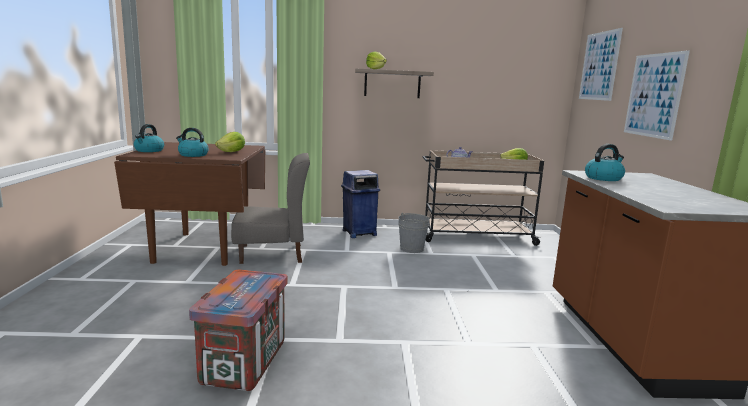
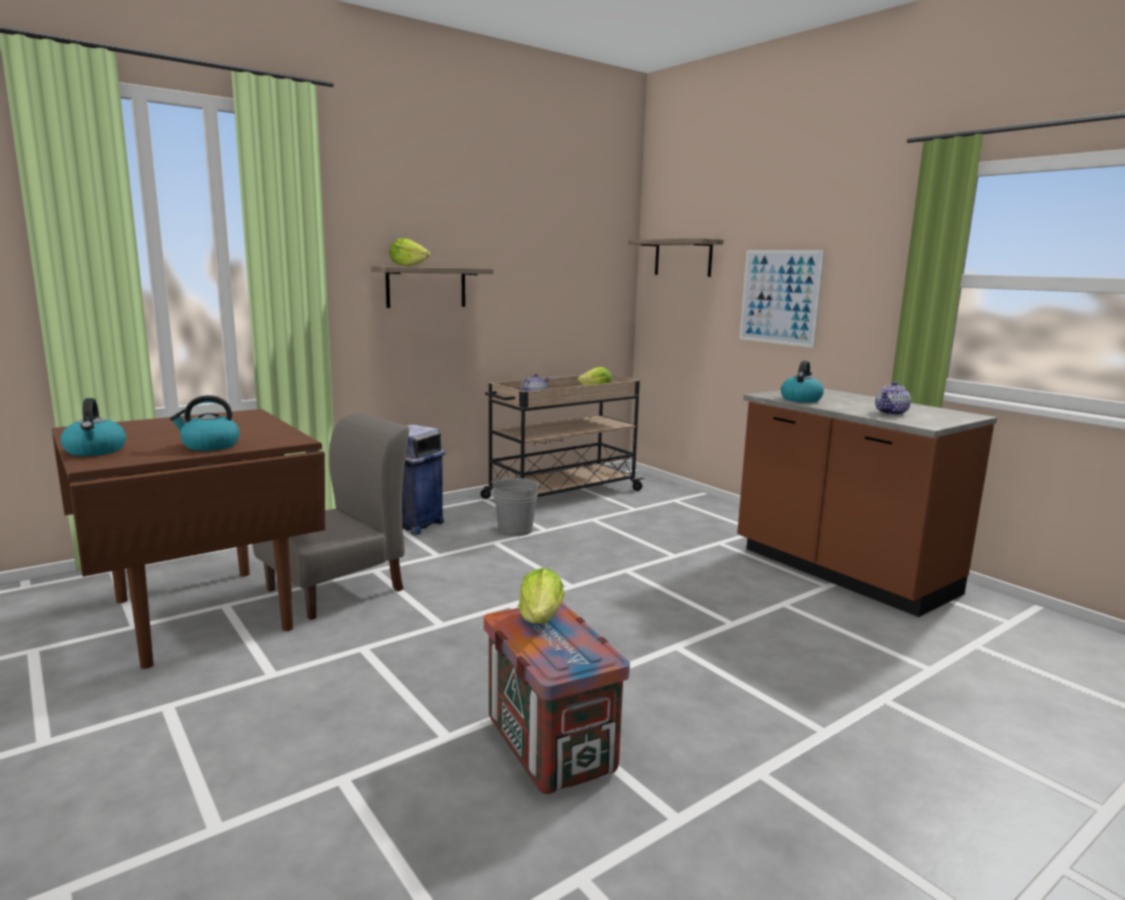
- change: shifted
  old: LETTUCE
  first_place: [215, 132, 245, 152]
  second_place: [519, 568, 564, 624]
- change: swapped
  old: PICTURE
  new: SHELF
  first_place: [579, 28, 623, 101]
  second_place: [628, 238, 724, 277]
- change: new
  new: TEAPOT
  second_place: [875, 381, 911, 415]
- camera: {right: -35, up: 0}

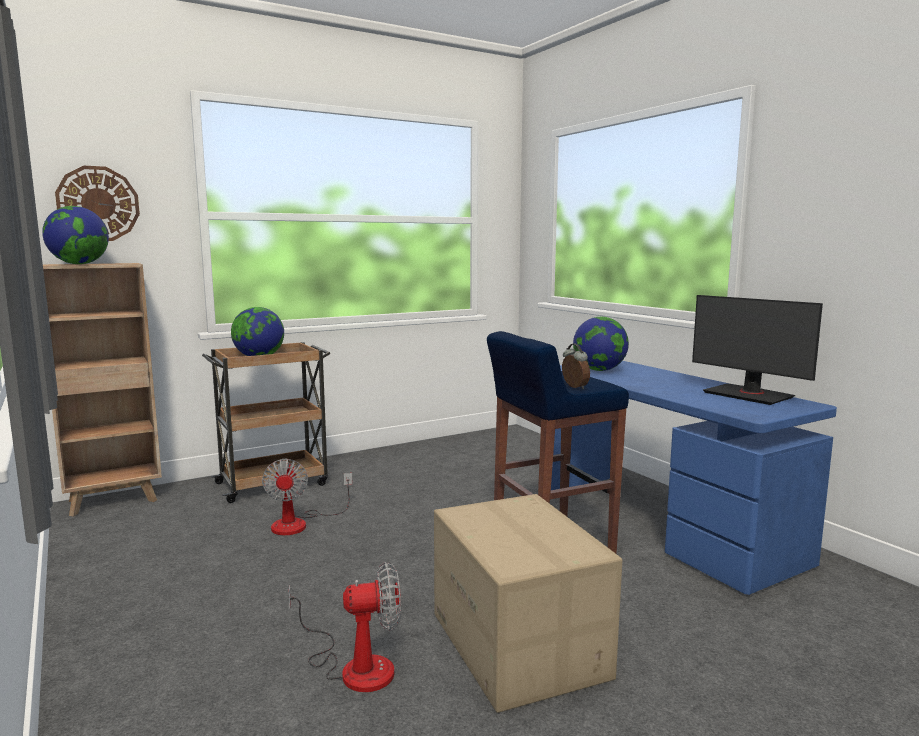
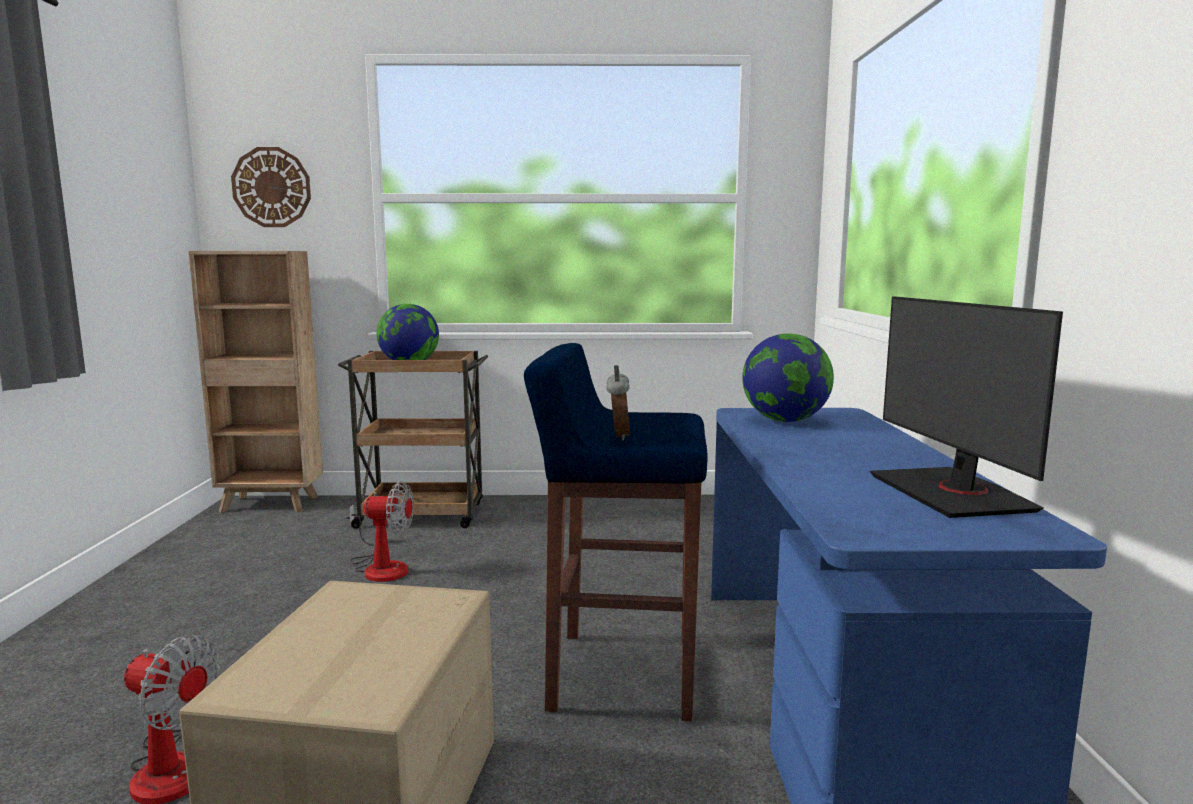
- change: gone
  old: GLOBE
  first_place: [42, 206, 109, 264]
- change: rotated
  old: FAN
  first_place: [262, 459, 352, 535]
  second_place: [349, 481, 414, 582]
  degrees: -105
- camera: {right: 30, up: 0}

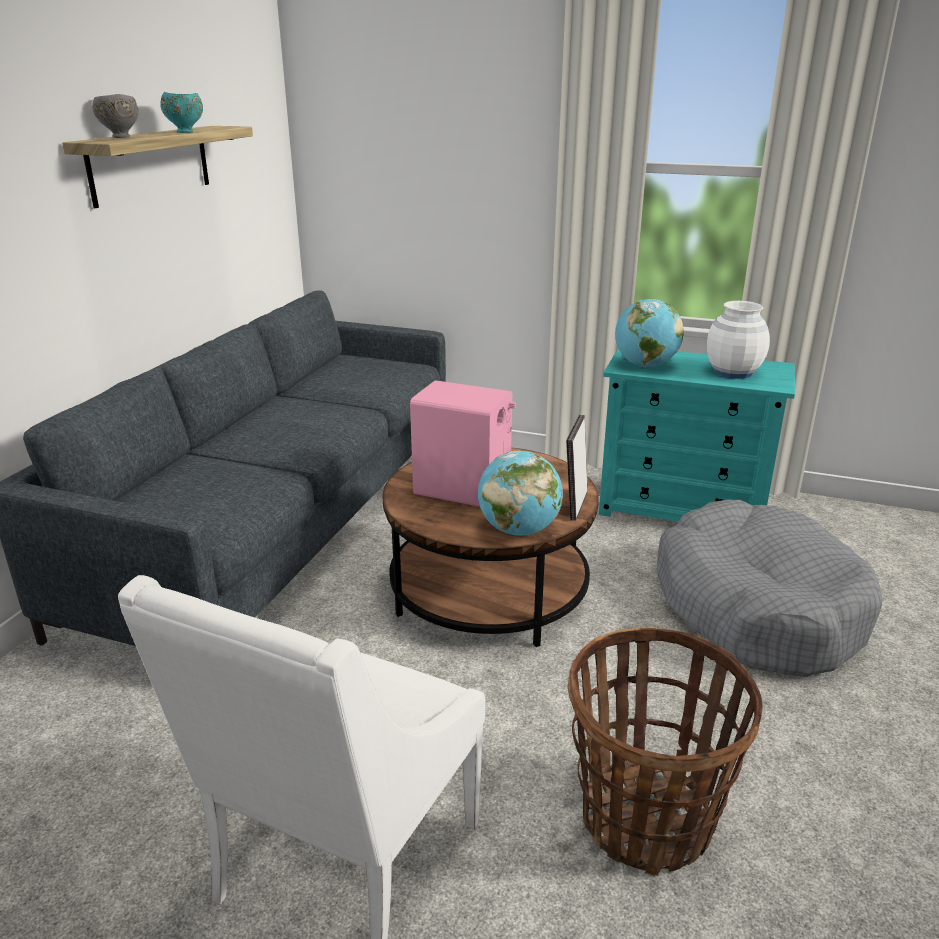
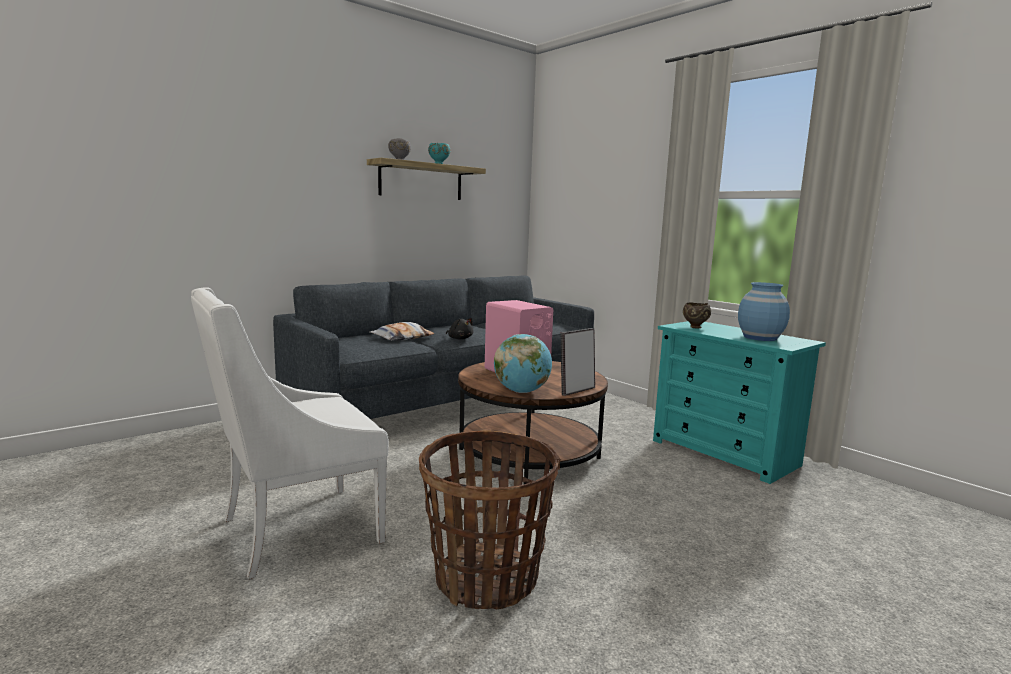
- change: swapped
  old: GLOBE
  new: BROWN BOWL
  first_place: [615, 299, 684, 367]
  second_place: [683, 302, 711, 329]
- change: gone
  old: GREY DOG BED
  first_place: [657, 500, 882, 677]
- change: repainted
  old: WHITE VASE
  new: BLUE VASE
  first_place: [707, 301, 770, 379]
  second_place: [738, 282, 790, 341]
- change: new
  new: PILLOW
  second_place: [369, 322, 435, 341]
- change: new
  new: BLACK PLUSH TOY
  second_place: [446, 318, 473, 340]
- camera: {right: 30, up: -15}

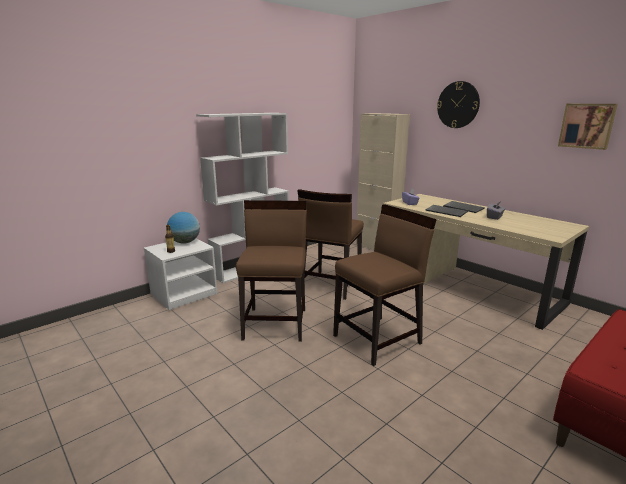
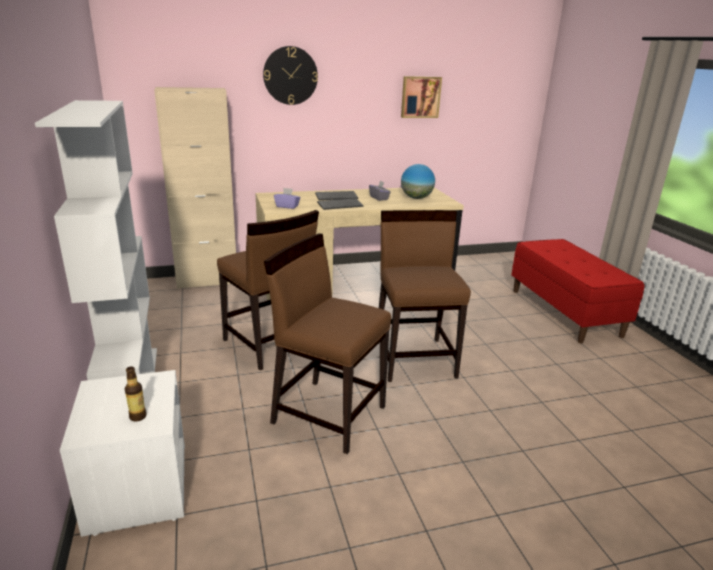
- change: shifted
  old: GLOBE
  first_place: [167, 212, 200, 243]
  second_place: [401, 164, 435, 199]
- camera: {right: -65, up: 5}

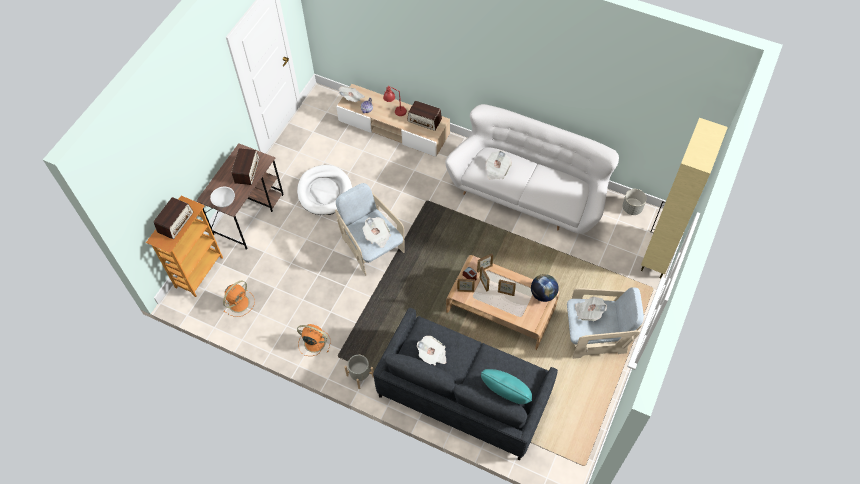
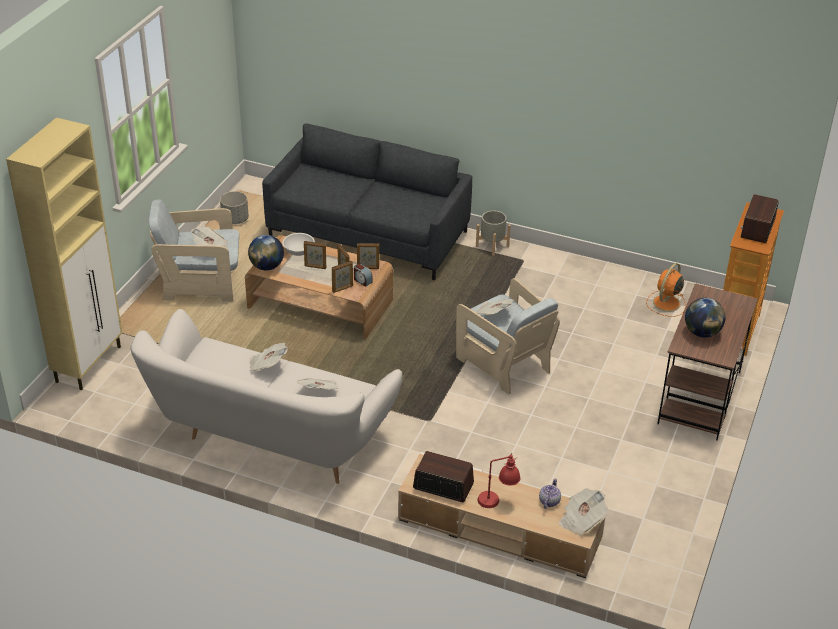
- change: shifted
  old: WHITE BOWL
  first_place: [210, 187, 235, 208]
  second_place: [282, 233, 315, 256]
- change: swapped
  old: RADIO
  new: GLOBE
  first_place: [232, 148, 259, 185]
  second_place: [685, 298, 725, 338]
- change: gone
  old: WHITE DOG BED
  first_place: [297, 165, 352, 215]
- change: gone
  old: ORANGE FAN
  first_place: [297, 324, 330, 356]
- change: shifted
  old: NEWSPAPER
  first_place: [417, 336, 446, 365]
  second_place: [249, 343, 288, 372]
- change: gone
  old: TURQUOISE PILLOW
  first_place: [481, 369, 532, 404]
- change: shifted
  old: GREY PLANTER
  first_place: [622, 189, 647, 215]
  second_place: [220, 191, 249, 224]
- camera: {right: 175, up: -20}

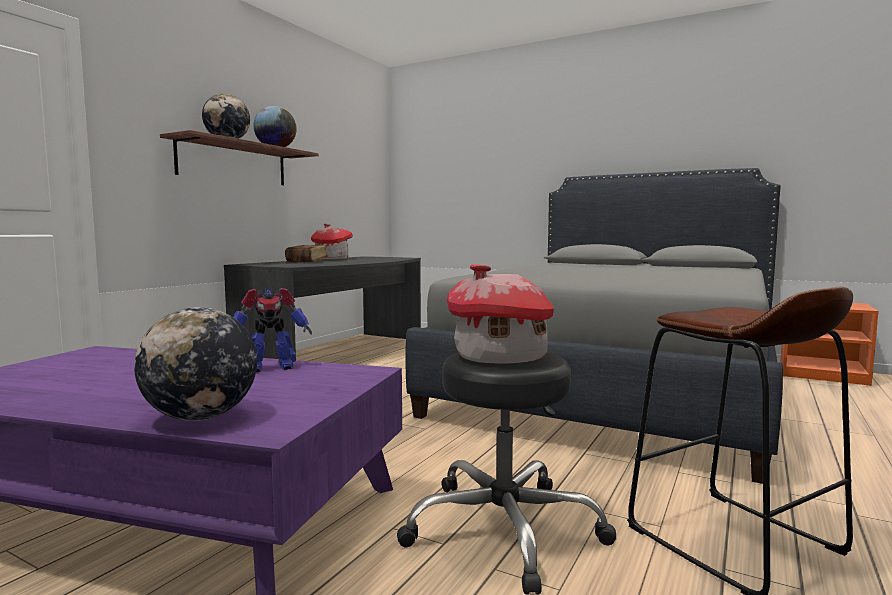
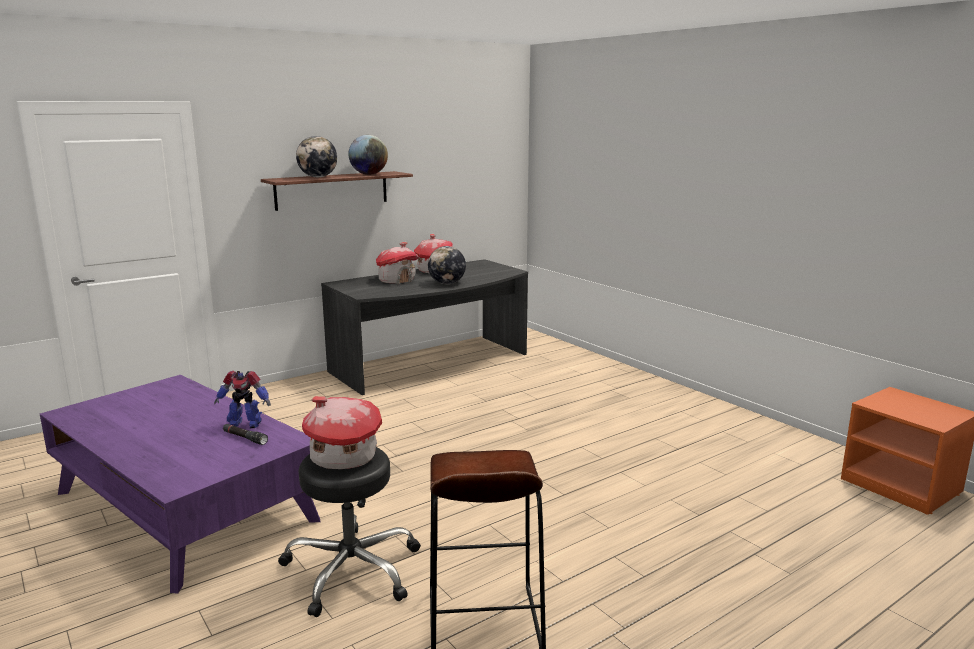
- change: shifted
  old: GLOBE
  first_place: [134, 307, 257, 421]
  second_place: [428, 246, 466, 284]
- change: swapped
  old: BOOK
  new: TOY HOUSE
  first_place: [285, 245, 328, 262]
  second_place: [376, 242, 419, 284]
- change: gone
  old: GREY BED
  first_place: [405, 168, 783, 484]
- change: new
  new: BLACK FLASHLIGHT
  second_place: [223, 424, 268, 445]
- camera: {right: 25, up: 10}

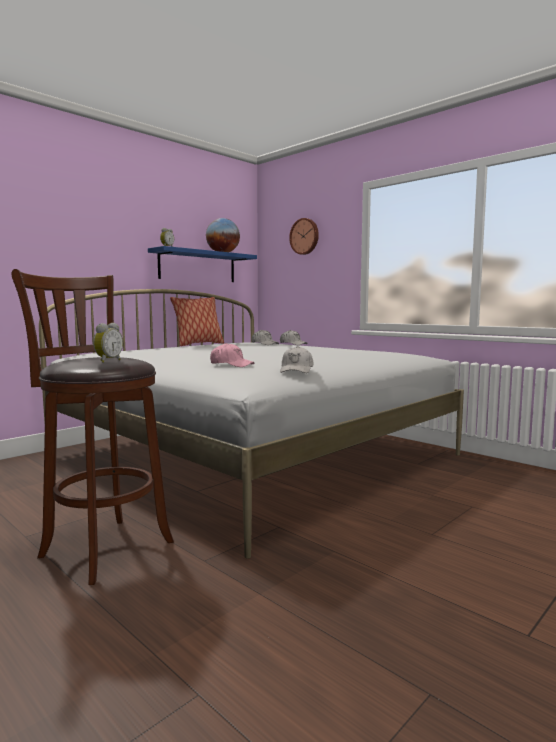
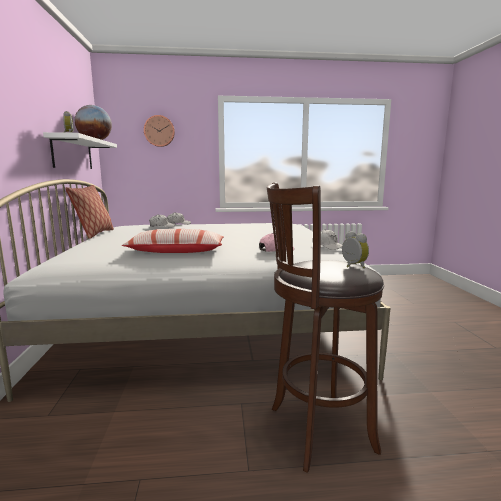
- change: repainted
  old: BLUE SHELF
  new: WHITE SHELF
  first_place: [148, 246, 257, 282]
  second_place: [43, 132, 117, 169]
- change: new
  new: PILLOW
  second_place: [122, 229, 224, 253]
- camera: {right: -50, up: 5}

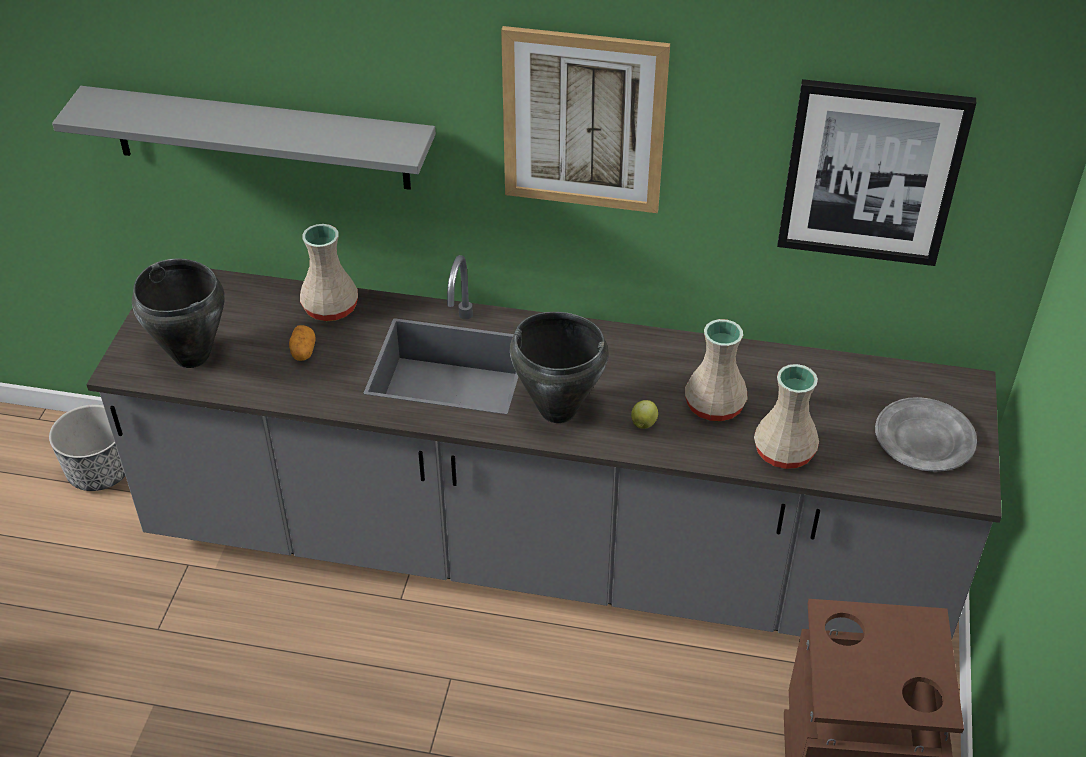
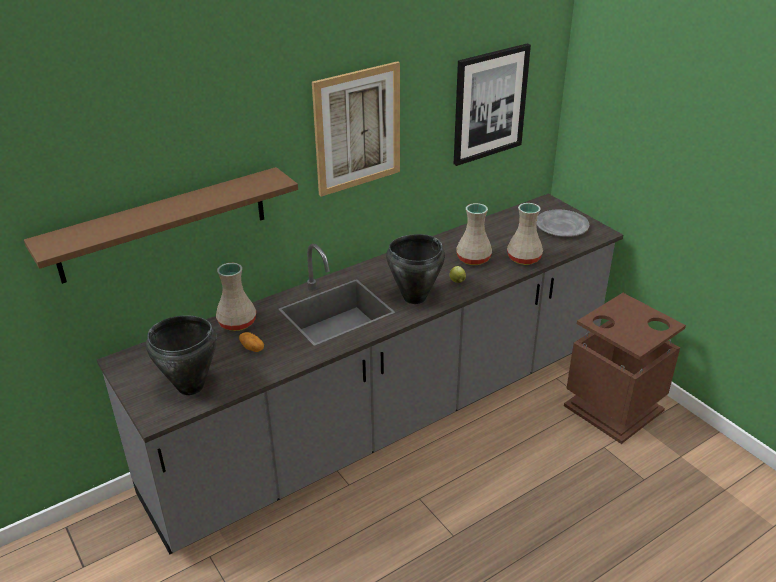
- change: gone
  old: PLANTER
  first_place: [49, 404, 125, 491]
- change: repainted
  old: GREY SHELF
  new: BROWN SHELF
  first_place: [52, 86, 436, 190]
  second_place: [24, 167, 298, 284]
- camera: {right: -45, up: -10}

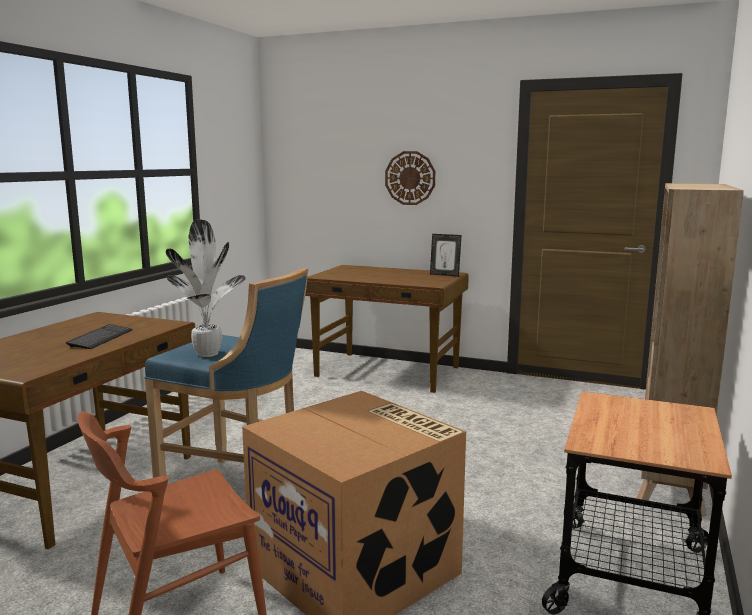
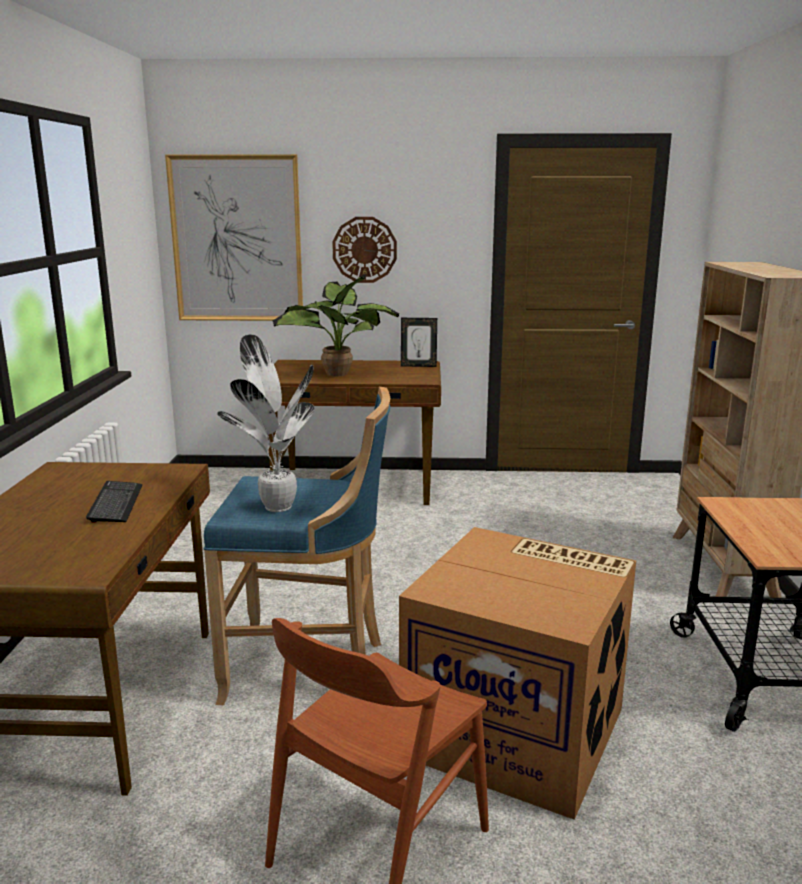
- change: new
  new: PICTURE
  second_place: [165, 154, 303, 321]
- change: new
  new: POTTED PLANT
  second_place: [272, 274, 399, 377]
- camera: {right: -20, up: 5}

